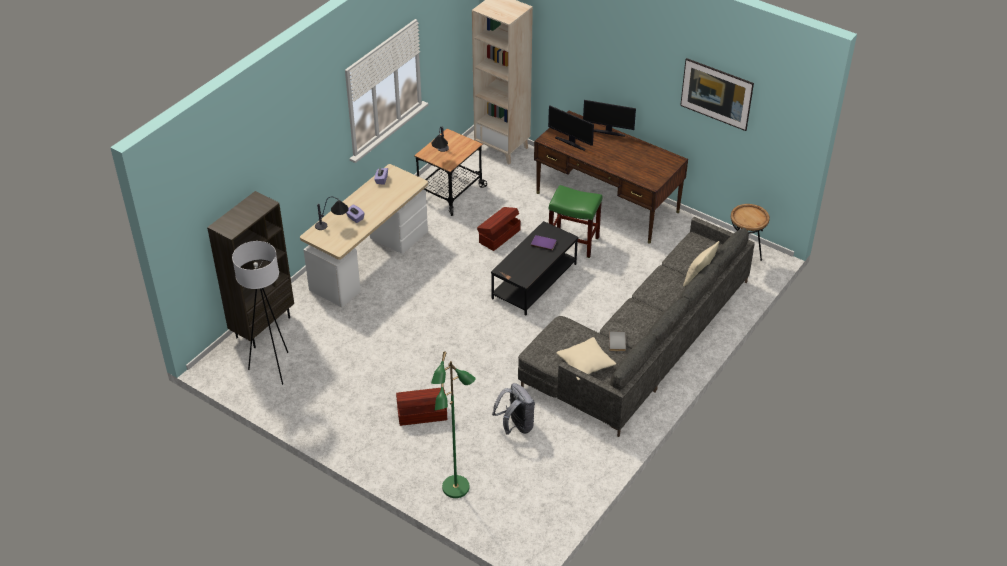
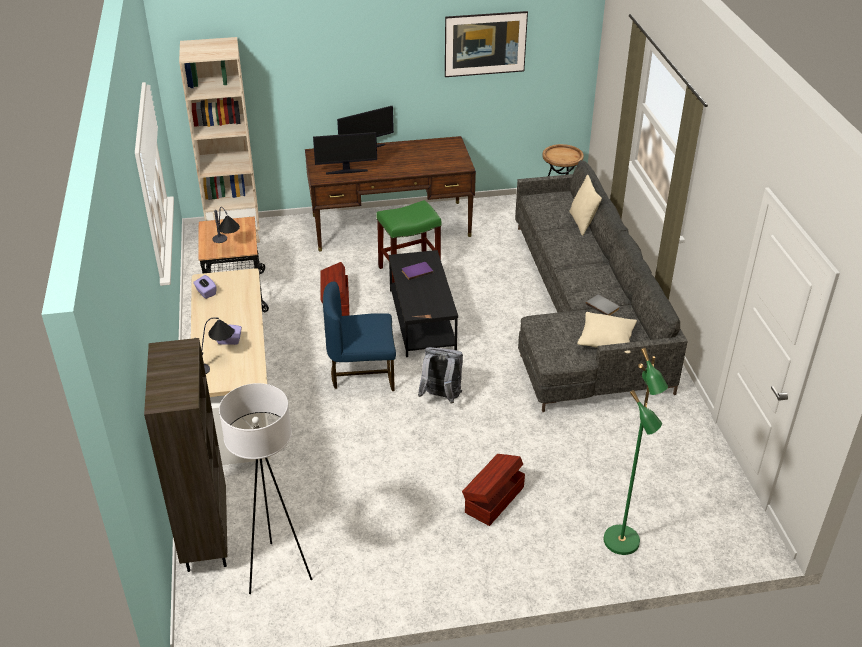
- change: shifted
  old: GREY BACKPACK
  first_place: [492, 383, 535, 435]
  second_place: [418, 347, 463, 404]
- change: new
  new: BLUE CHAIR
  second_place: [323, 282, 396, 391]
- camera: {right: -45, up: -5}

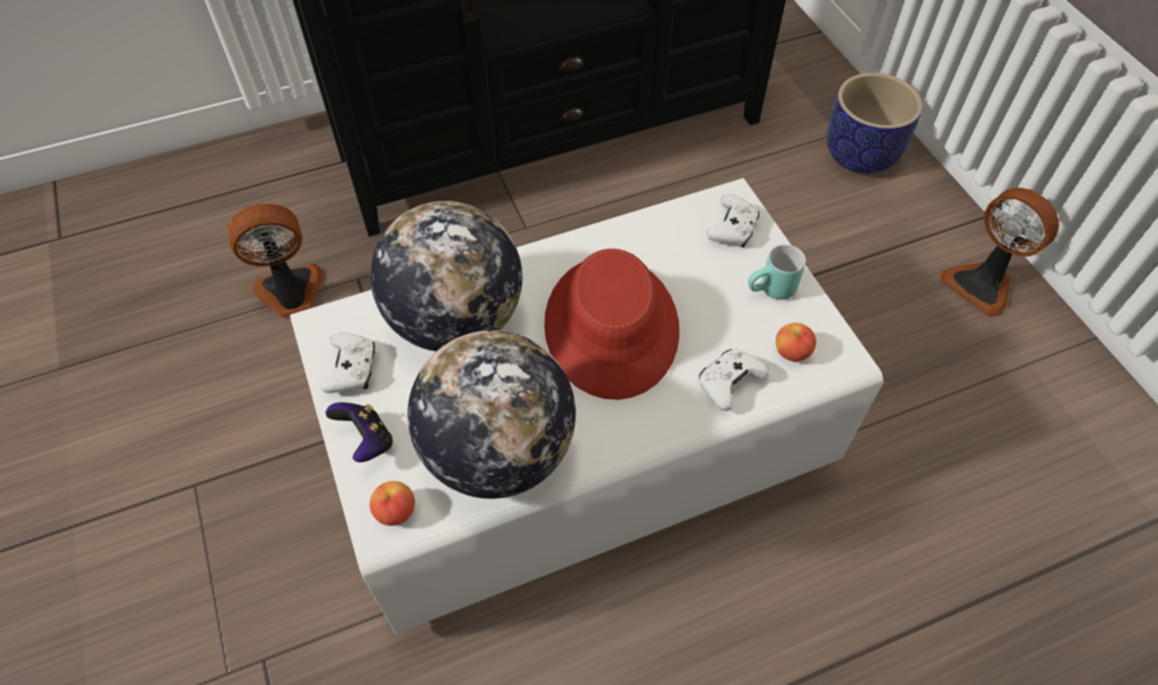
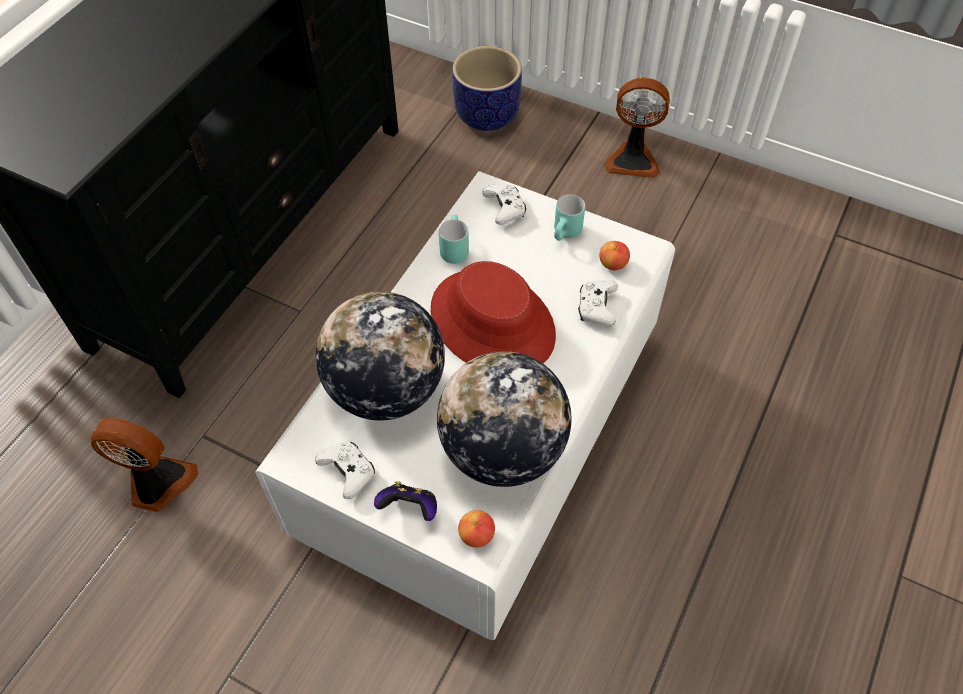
- change: rotated
  old: FAN
  first_place: [228, 204, 323, 318]
  second_place: [91, 418, 198, 512]
  degrees: 75
- change: new
  new: TURQUOISE MUG
  second_place: [439, 215, 469, 264]
- camera: {right: -40, up: 0}

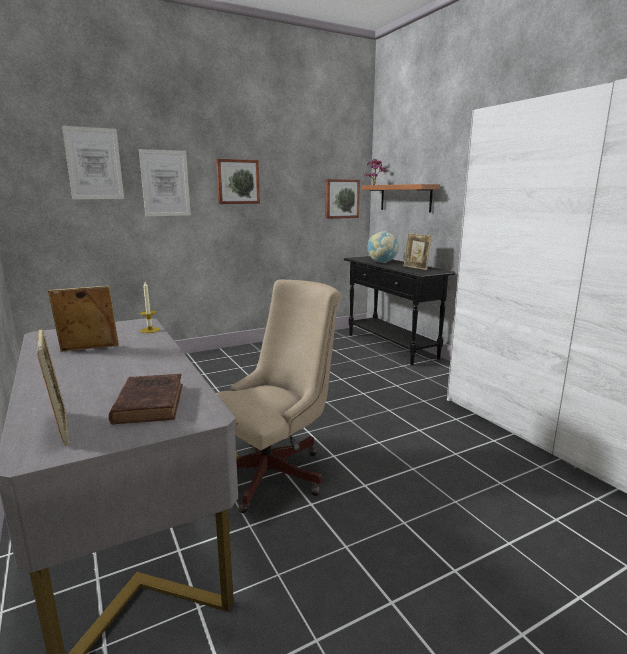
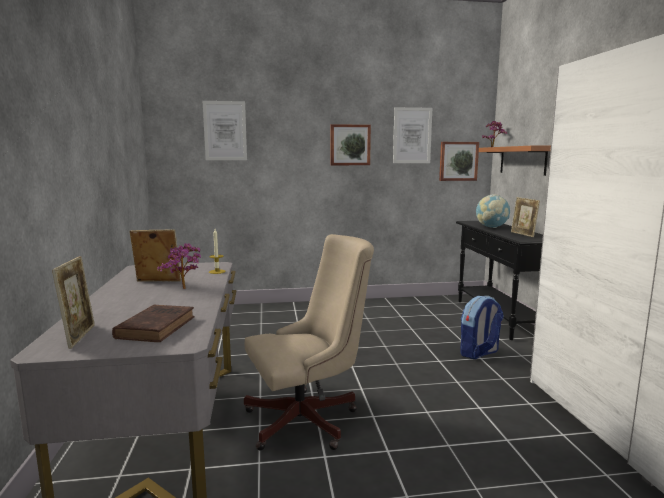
- change: shifted
  old: PICTURE
  first_place: [139, 149, 191, 216]
  second_place: [393, 107, 432, 163]
- change: new
  new: POTTED PLANT
  second_place: [157, 243, 201, 289]
- change: new
  new: BACKPACK
  second_place: [460, 296, 503, 359]
- camera: {right: 20, up: -5}

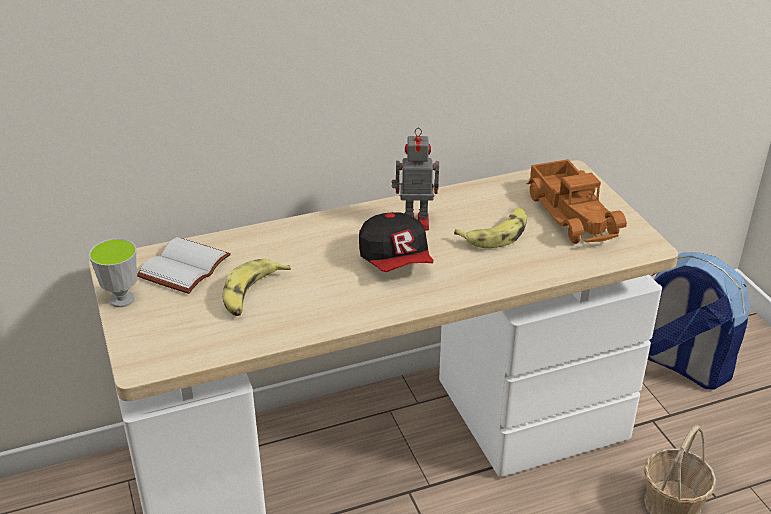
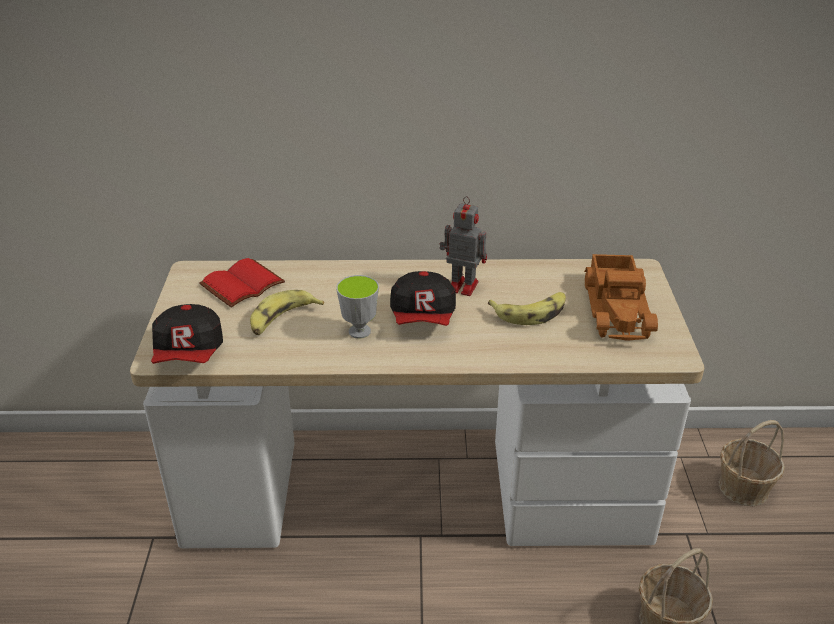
- change: shifted
  old: CUP
  first_place: [89, 238, 137, 307]
  second_place: [336, 275, 379, 339]
- change: repainted
  old: WHITE BOOK
  new: RED BOOK
  first_place: [137, 237, 231, 294]
  second_place: [199, 258, 285, 308]
- change: swapped
  old: BACKPACK
  new: BASKET
  first_place: [648, 252, 750, 390]
  second_place: [718, 420, 785, 506]
- change: new
  new: CAP
  second_place: [151, 304, 223, 364]
- camera: {right: 20, up: 0}

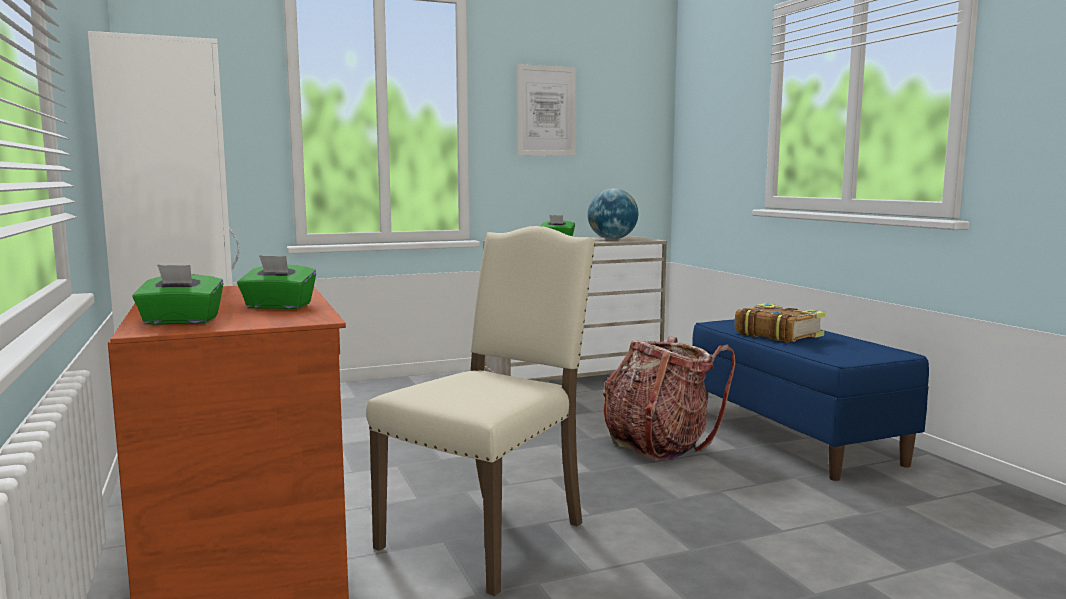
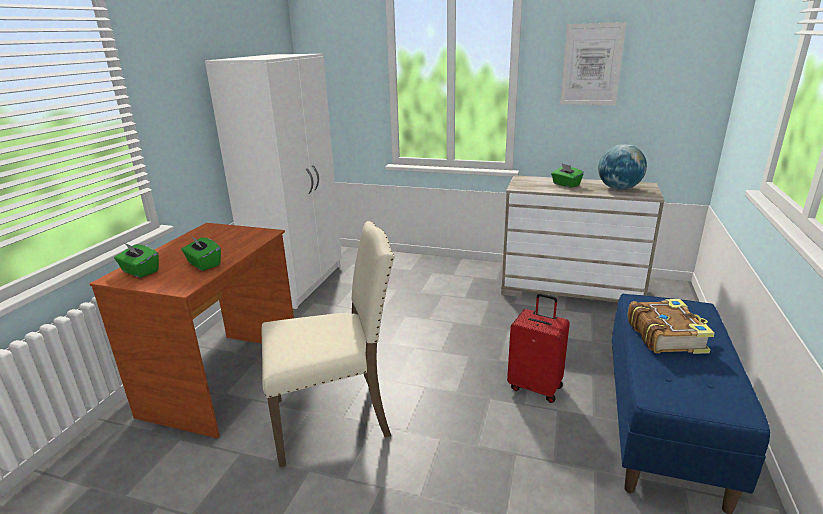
- change: swapped
  old: BACKPACK
  new: RED SUITCASE
  first_place: [603, 336, 735, 461]
  second_place: [507, 293, 570, 403]
- camera: {right: 40, up: 15}

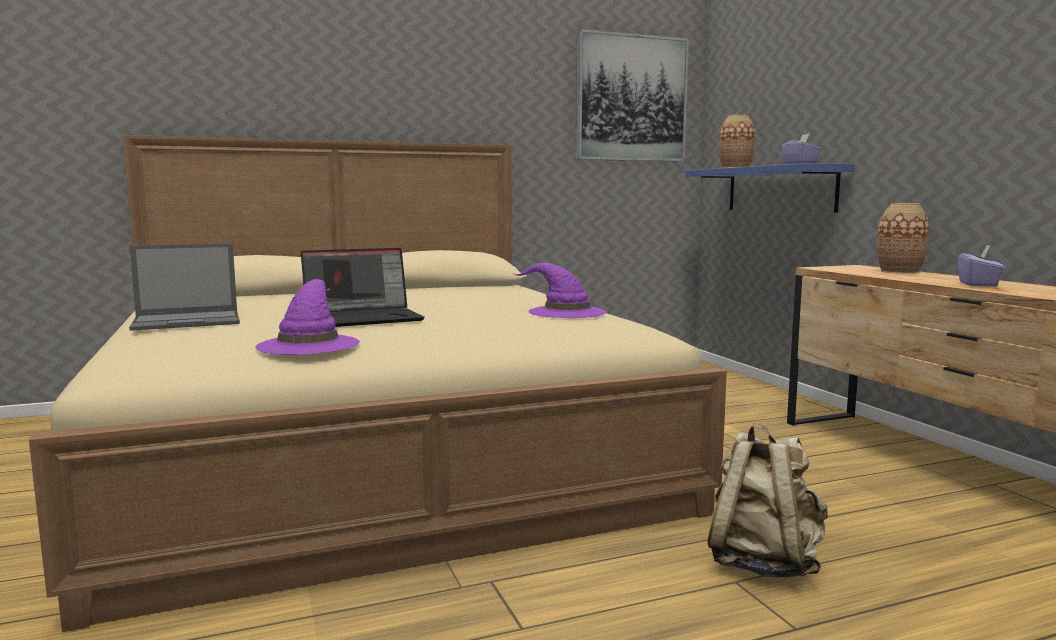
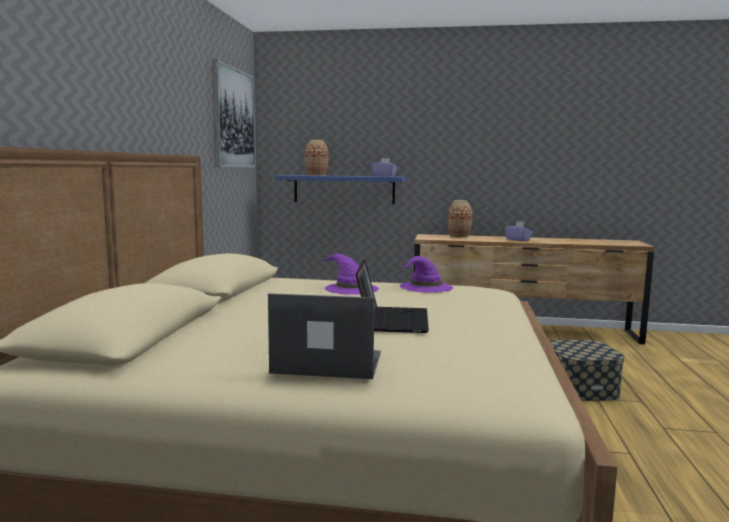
- change: rotated
  old: LAPTOP
  first_place: [129, 243, 240, 331]
  second_place: [268, 293, 381, 379]
  degrees: -90
- change: shifted
  old: PURPLE HAT
  first_place: [255, 279, 360, 355]
  second_place: [320, 254, 379, 295]
- change: swapped
  old: BEIGE BACKPACK
  new: STORAGE BOX
  first_place: [707, 423, 828, 578]
  second_place: [549, 340, 625, 401]
- camera: {right: -60, up: 0}

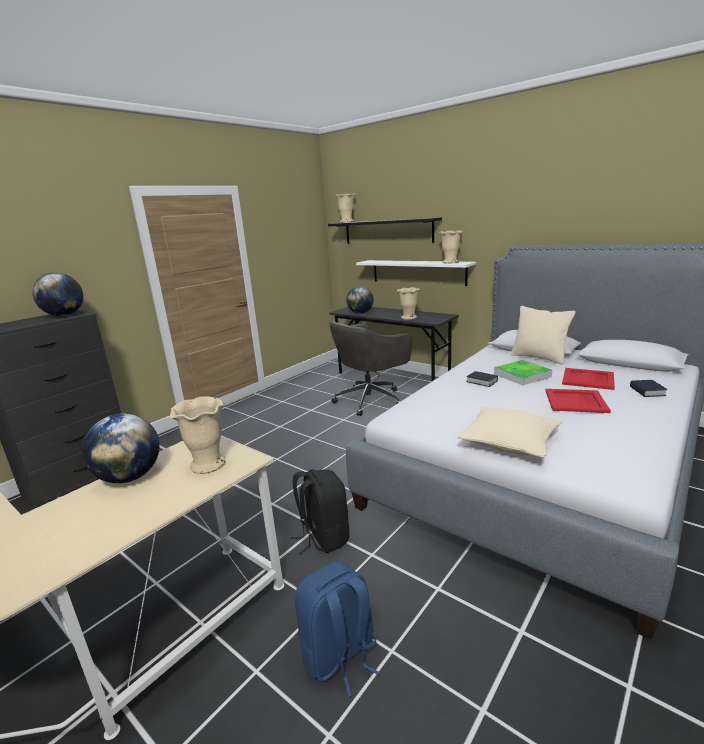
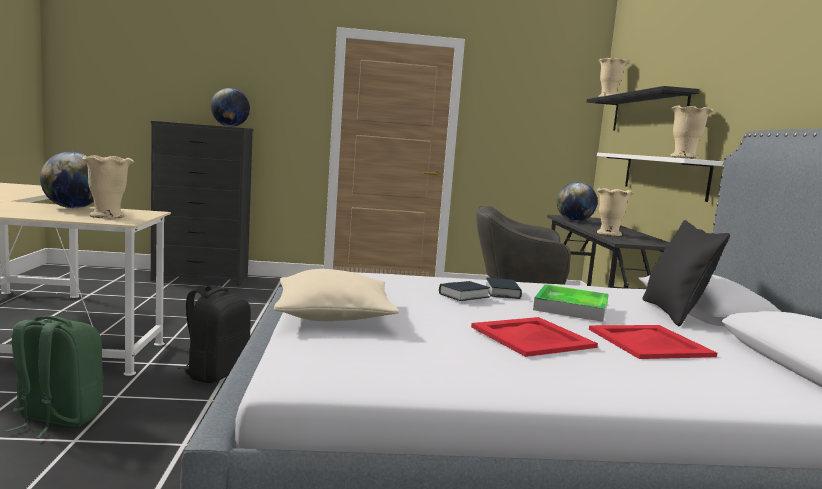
- change: repainted
  old: BLUE BACKPACK
  new: GREEN BACKPACK
  first_place: [295, 561, 380, 697]
  second_place: [4, 316, 104, 439]
- change: repainted
  old: BEIGE PILLOW
  new: BLACK PILLOW
  first_place: [511, 306, 576, 364]
  second_place: [643, 220, 730, 326]
- change: shifted
  old: BOOK
  first_place: [630, 380, 668, 397]
  second_place: [439, 281, 490, 301]
- camera: {right: 45, up: -10}

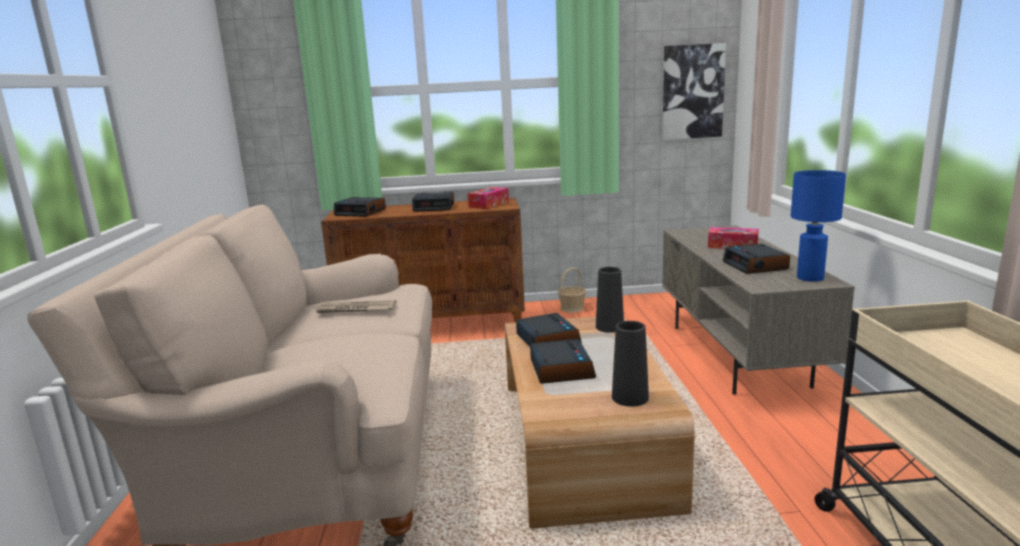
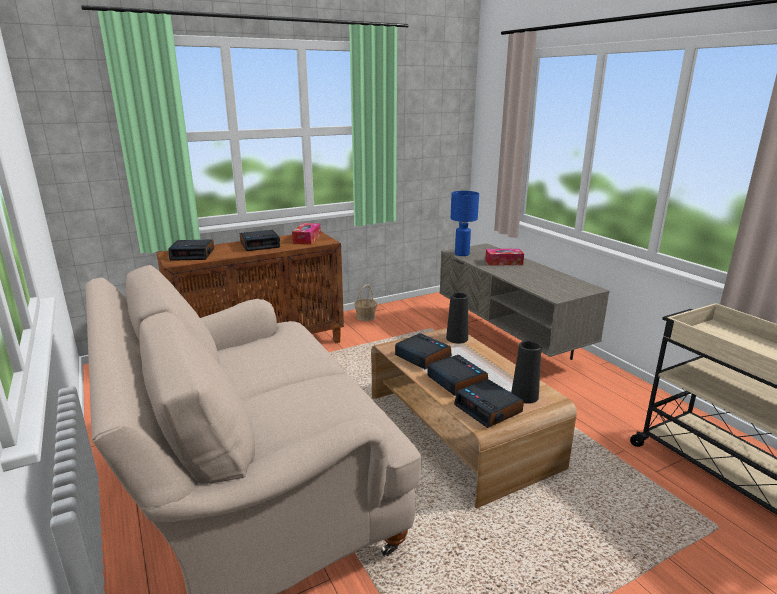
- change: gone
  old: NEWSPAPER
  first_place: [315, 300, 397, 313]
- change: gone
  old: PICTURE
  first_place: [663, 43, 726, 140]
- change: shifted
  old: ALARM CLOCK
  first_place: [723, 244, 790, 274]
  second_place: [454, 379, 524, 428]
- change: shifted
  old: BLUE TABLE LAMP
  first_place: [791, 170, 846, 282]
  second_place: [451, 191, 479, 256]
- camera: {right: -25, up: 5}

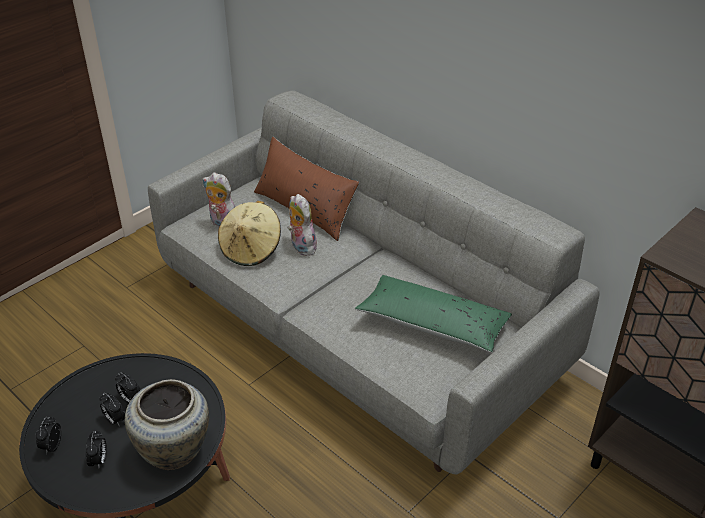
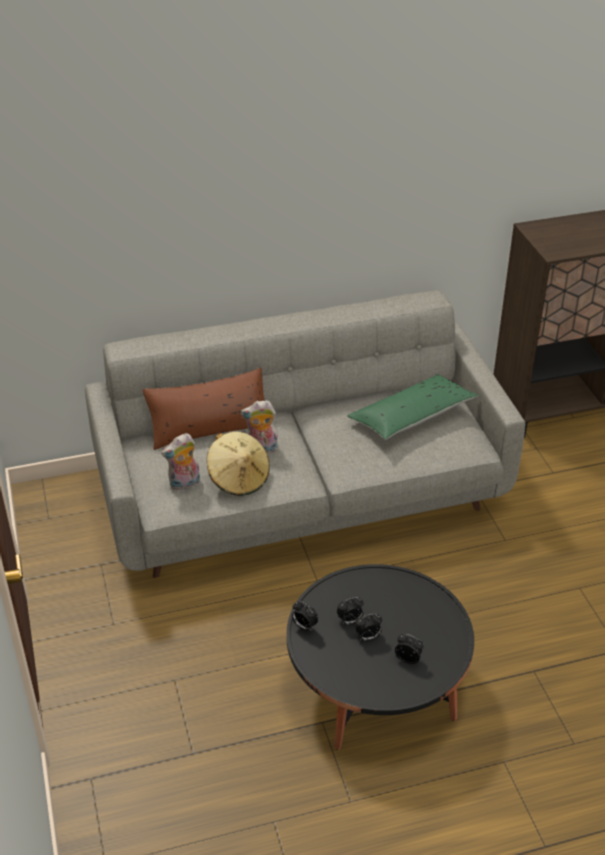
- change: shifted
  old: ALARM CLOCK
  first_place: [35, 417, 61, 454]
  second_place: [292, 601, 319, 631]
- change: gone
  old: BEIGE VASE
  first_place: [125, 379, 209, 470]
- camera: {right: -60, up: 0}

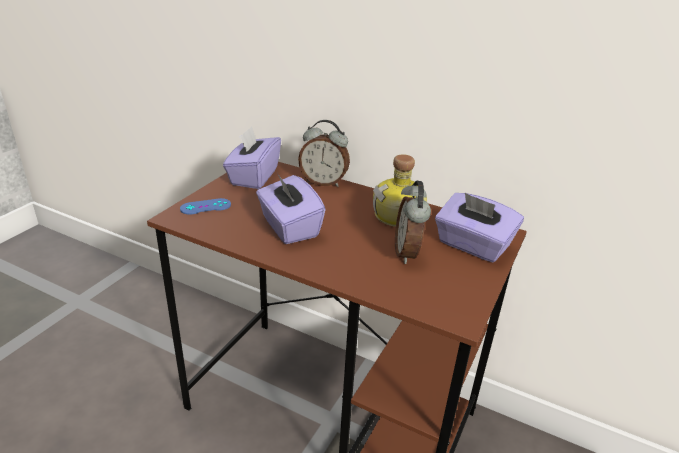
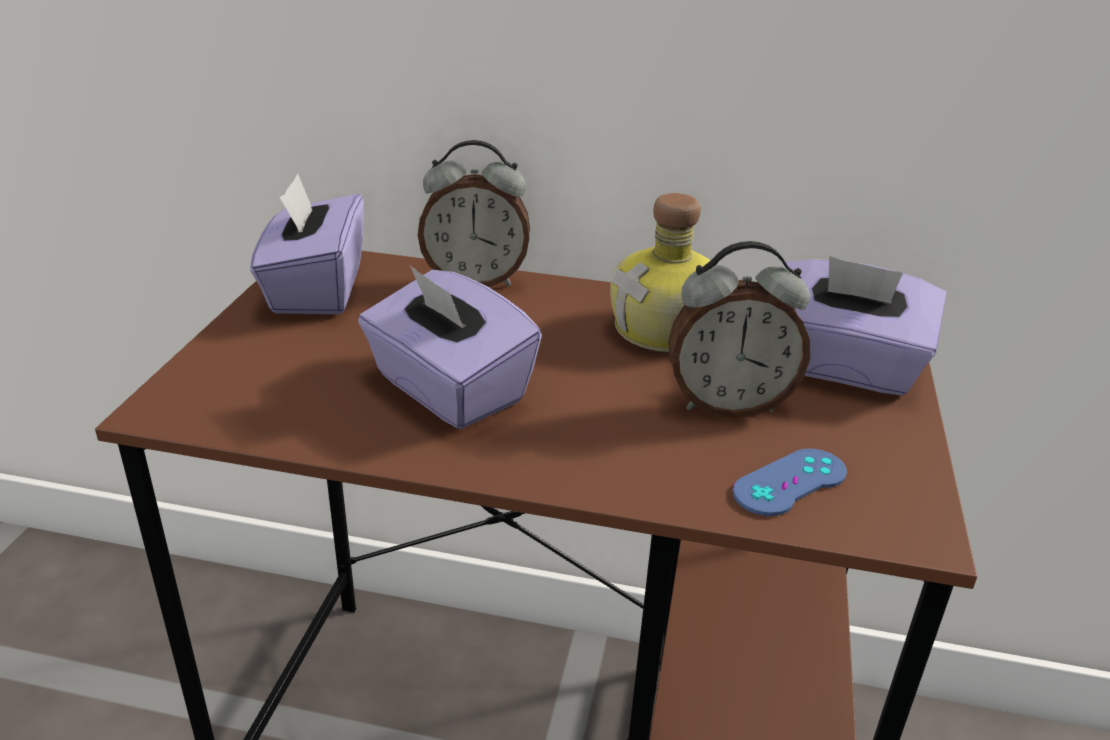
- change: shifted
  old: BLUE GAME CONTROLLER
  first_place: [180, 198, 231, 215]
  second_place: [732, 448, 847, 516]
- change: rotated
  old: ALARM CLOCK
  first_place: [395, 181, 431, 264]
  second_place: [668, 241, 810, 418]
  degrees: -75
- camera: {right: -15, up: 0}

